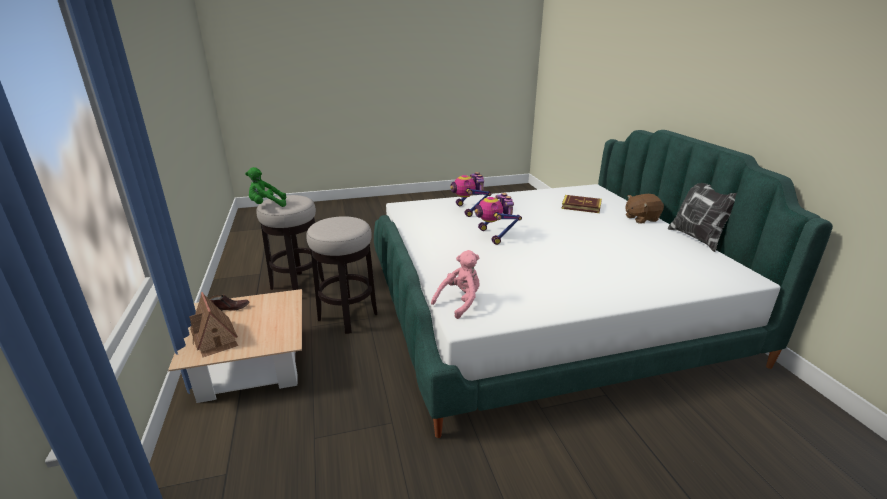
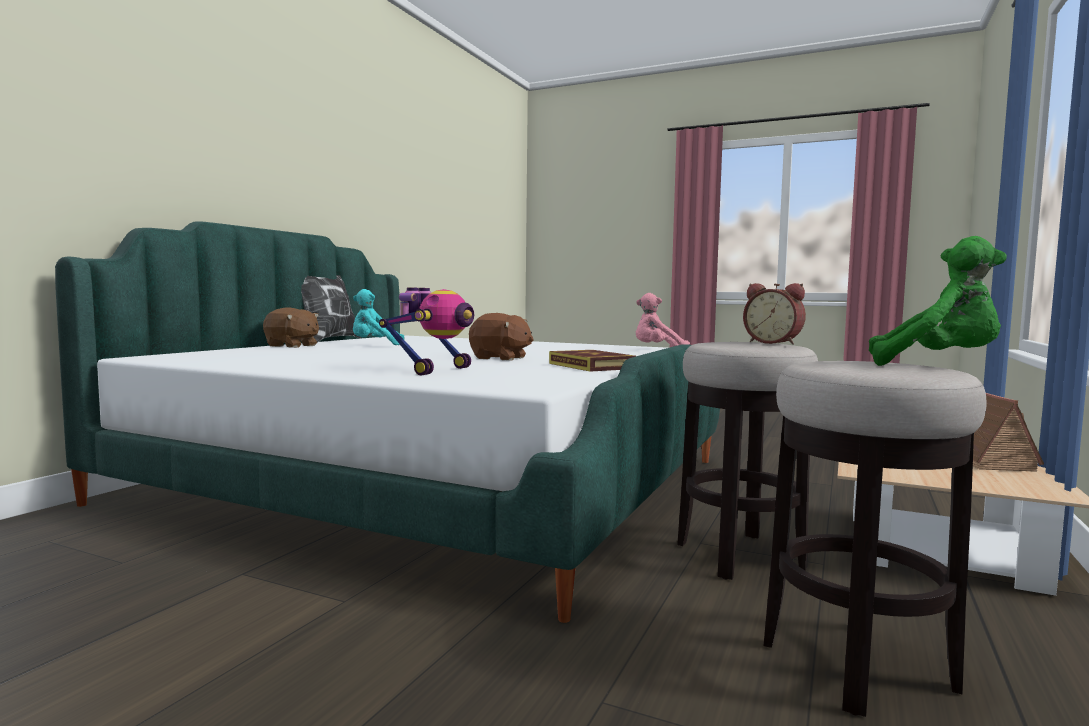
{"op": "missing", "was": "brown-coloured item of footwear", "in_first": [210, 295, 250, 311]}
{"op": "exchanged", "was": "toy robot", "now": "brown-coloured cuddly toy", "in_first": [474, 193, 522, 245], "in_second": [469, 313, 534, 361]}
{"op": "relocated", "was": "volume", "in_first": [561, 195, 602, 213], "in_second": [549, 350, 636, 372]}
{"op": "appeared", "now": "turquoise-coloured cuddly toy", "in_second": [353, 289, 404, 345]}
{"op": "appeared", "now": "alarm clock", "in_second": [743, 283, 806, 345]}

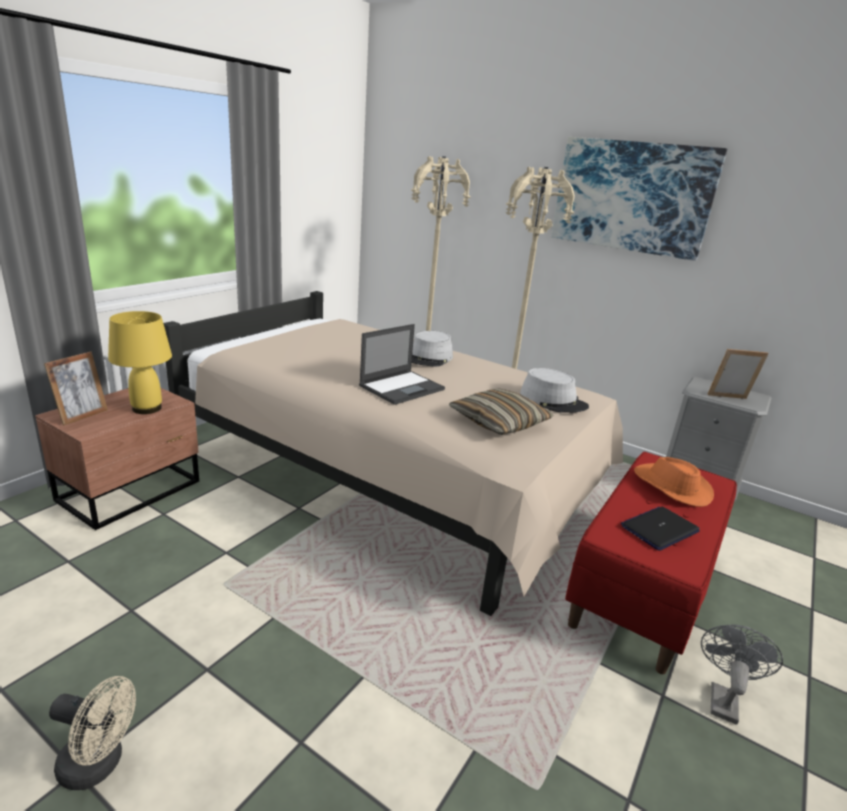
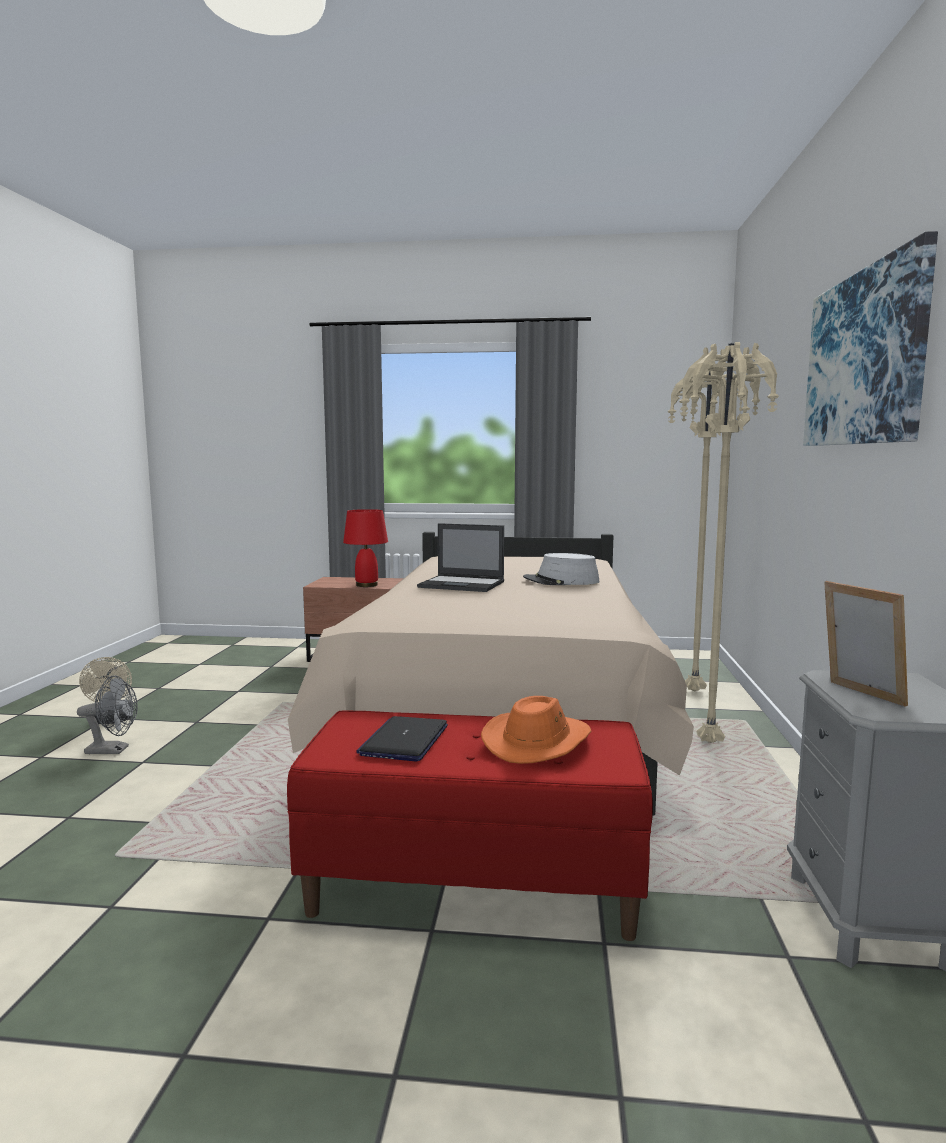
{"op": "missing", "was": "photo frame", "in_first": [44, 352, 108, 425]}
{"op": "colour", "was": "yellow-coloured tabletop lamp", "now": "red tabletop lamp", "in_first": [108, 311, 172, 414], "in_second": [343, 509, 388, 587]}
{"op": "missing", "was": "pillow", "in_first": [449, 389, 554, 435]}
{"op": "missing", "was": "gray hat", "in_first": [520, 368, 589, 413]}
{"op": "spun", "was": "notebook computer", "in_first": [621, 507, 700, 551], "in_second": [356, 716, 448, 762], "clockwise": -105}
{"op": "relocated", "was": "gray fan", "in_first": [701, 624, 783, 725], "in_second": [77, 675, 138, 754]}

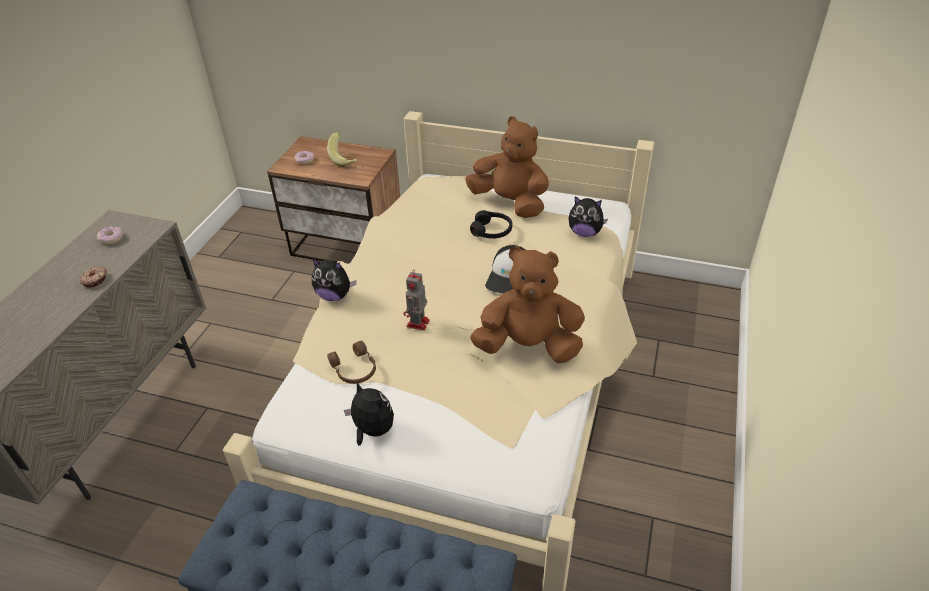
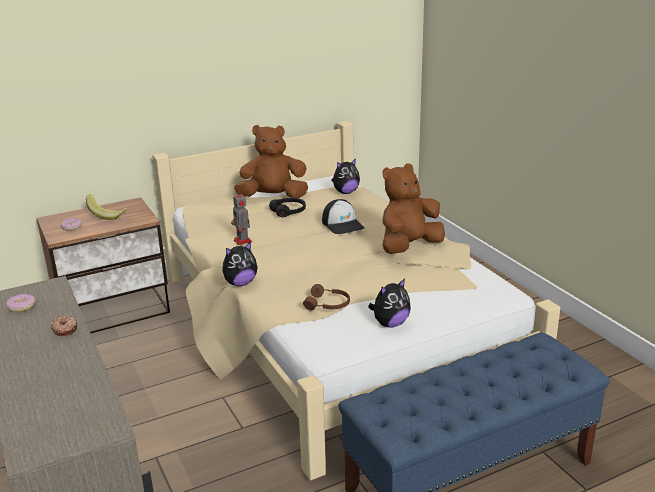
{"op": "spun", "was": "cuddly toy", "in_first": [344, 381, 394, 446], "in_second": [368, 278, 411, 328], "clockwise": 150}
{"op": "relocated", "was": "toy robot", "in_first": [403, 269, 430, 331], "in_second": [231, 190, 252, 245]}

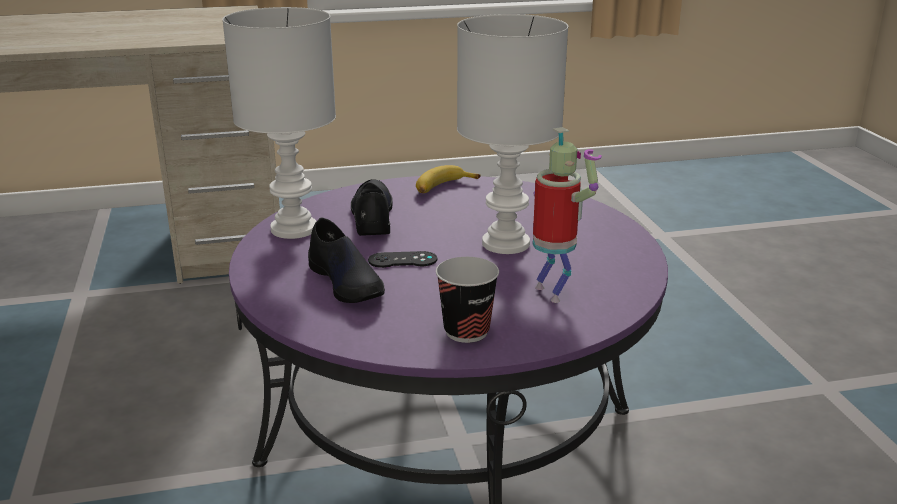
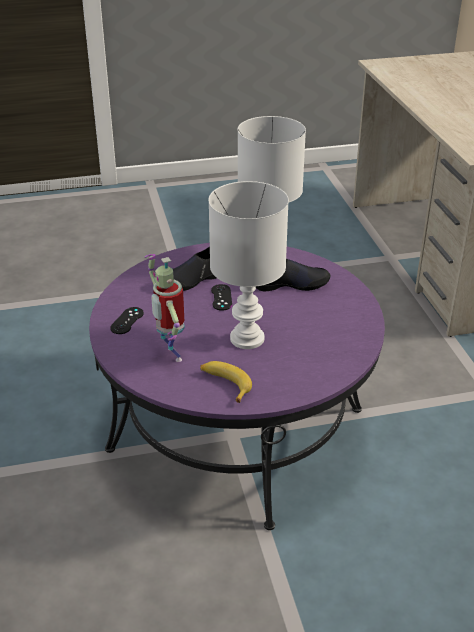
{"op": "relocated", "was": "banana", "in_first": [416, 165, 480, 193], "in_second": [200, 361, 252, 403]}
{"op": "exchanged", "was": "cup", "now": "blackish joypad", "in_first": [436, 257, 499, 343], "in_second": [110, 307, 144, 334]}
{"op": "spun", "was": "toy robot", "in_first": [532, 127, 602, 303], "in_second": [144, 254, 185, 362], "clockwise": 90}

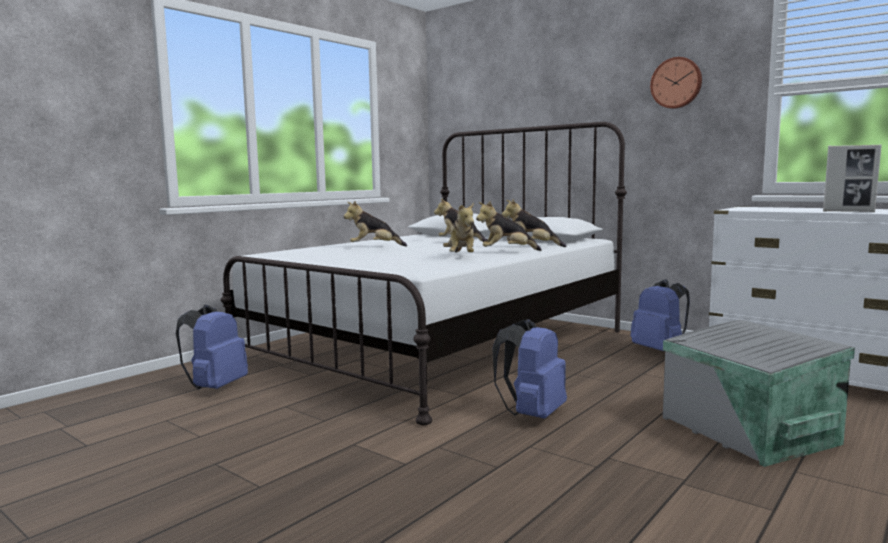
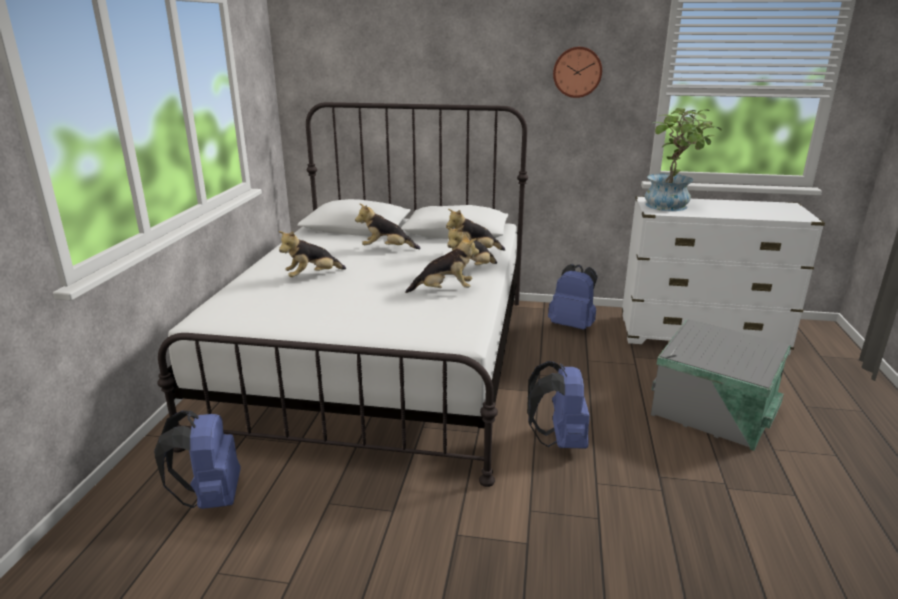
{"op": "spun", "was": "cuddly toy", "in_first": [443, 203, 474, 253], "in_second": [405, 233, 479, 293], "clockwise": -60}
{"op": "missing", "was": "photo frame", "in_first": [823, 144, 882, 212]}
{"op": "appeared", "now": "potted plant", "in_second": [645, 108, 722, 211]}

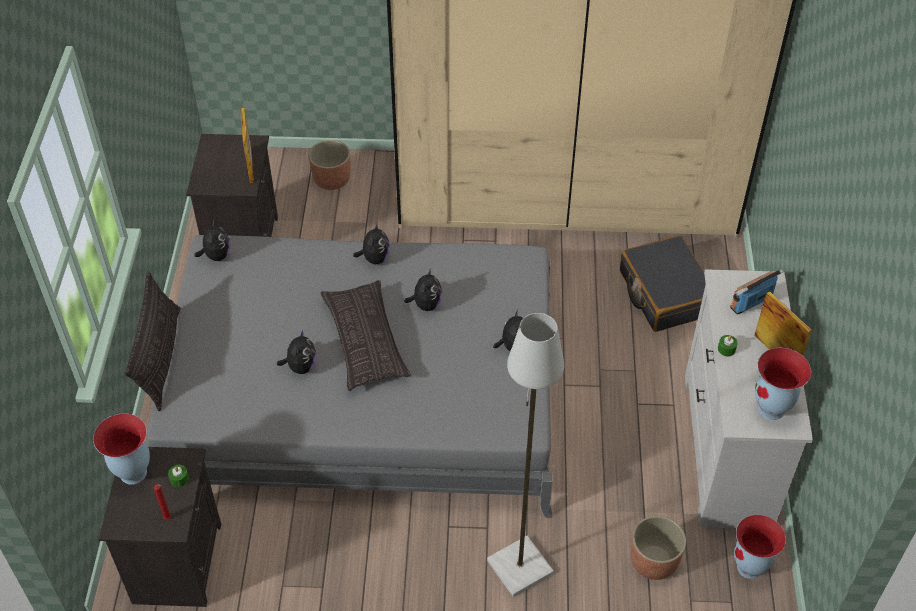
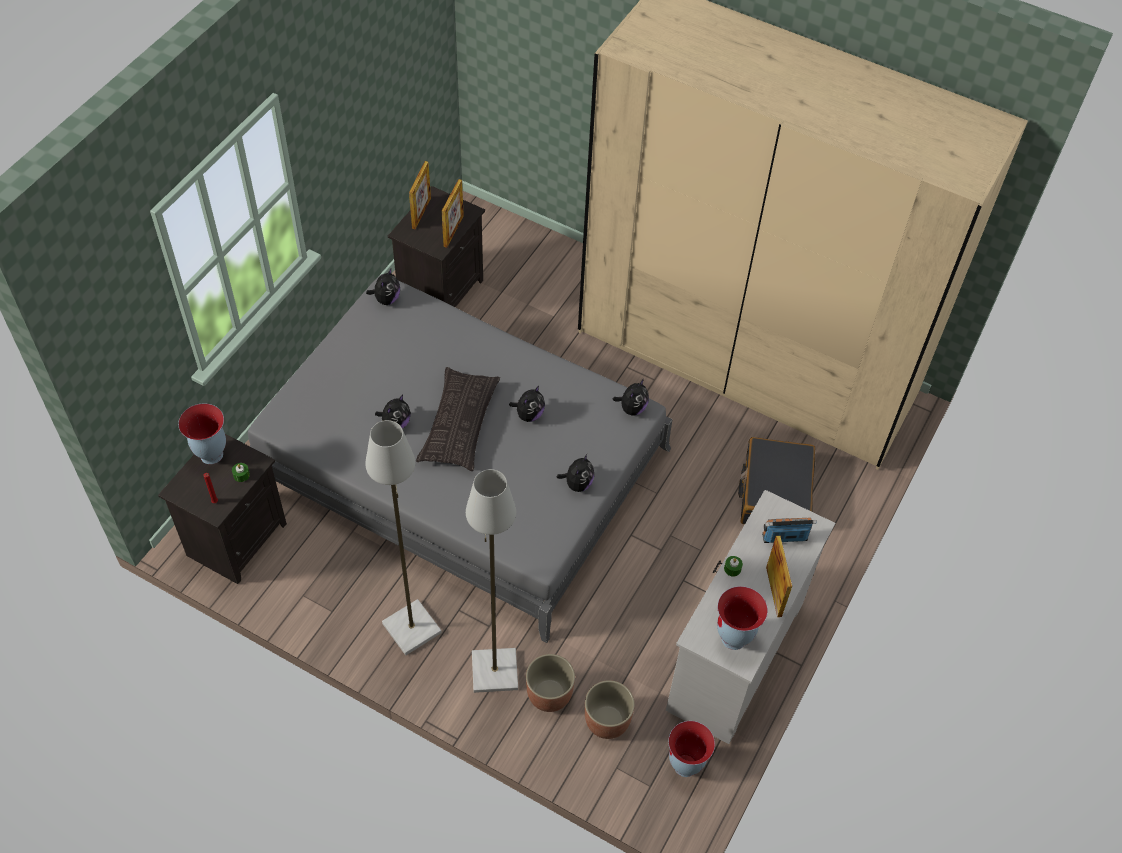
{"op": "missing", "was": "pillow", "in_first": [125, 271, 181, 411]}
{"op": "relocated", "was": "flower pot", "in_first": [308, 140, 351, 190], "in_second": [526, 654, 575, 712]}
{"op": "relocated", "was": "cuddly toy", "in_first": [353, 222, 390, 264], "in_second": [613, 379, 649, 416]}
{"op": "appeared", "now": "gray standing lamp", "in_second": [365, 420, 442, 655]}
{"op": "appeared", "now": "photo frame", "in_second": [409, 161, 431, 230]}

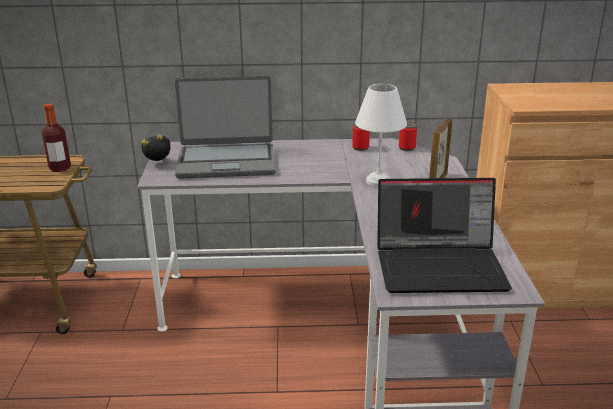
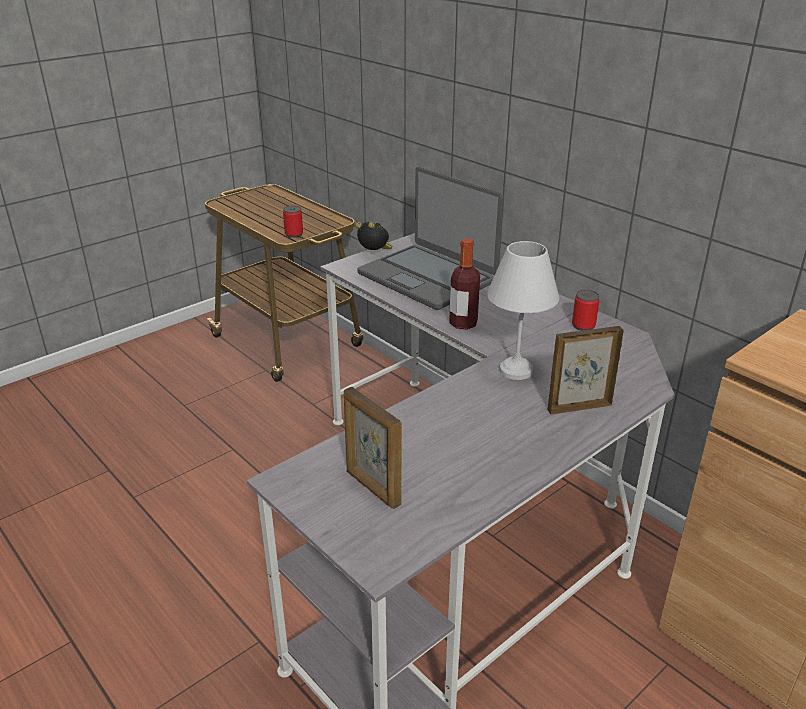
{"op": "relocated", "was": "bottle", "in_first": [42, 104, 71, 172], "in_second": [449, 238, 480, 329]}
{"op": "exchanged", "was": "notebook computer", "now": "photo frame", "in_first": [377, 178, 512, 293], "in_second": [344, 387, 402, 509]}
{"op": "relocated", "was": "metal can", "in_first": [399, 122, 417, 151], "in_second": [283, 206, 303, 238]}

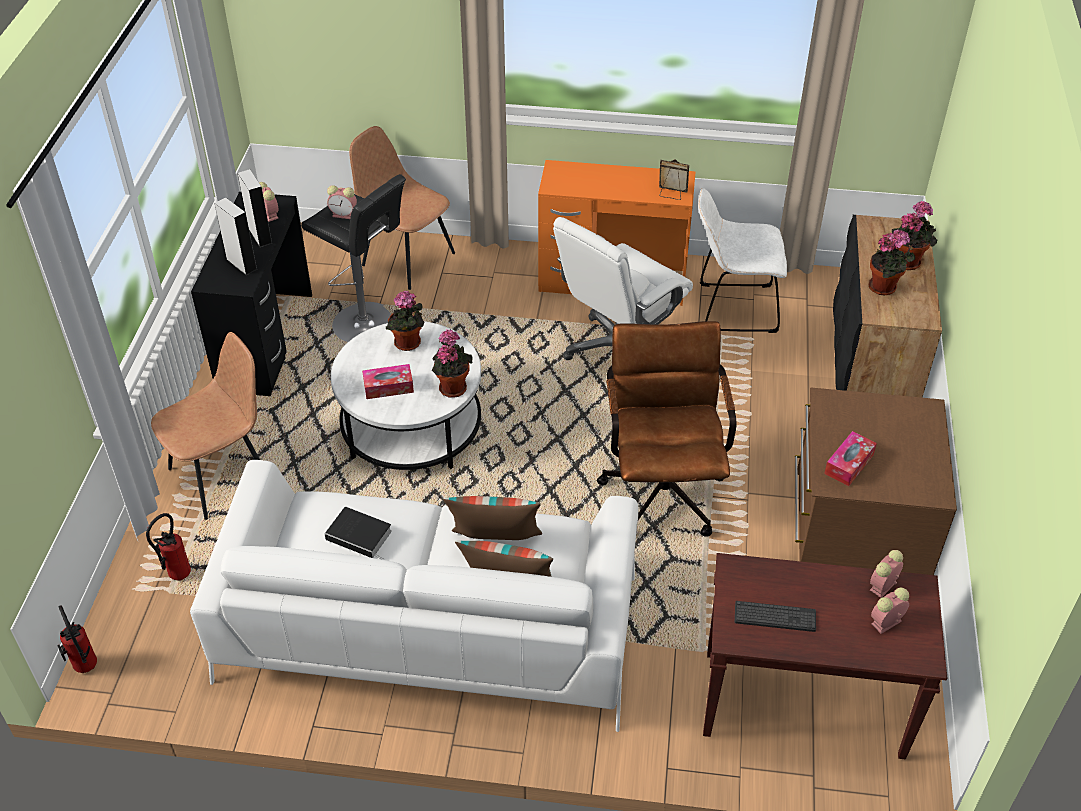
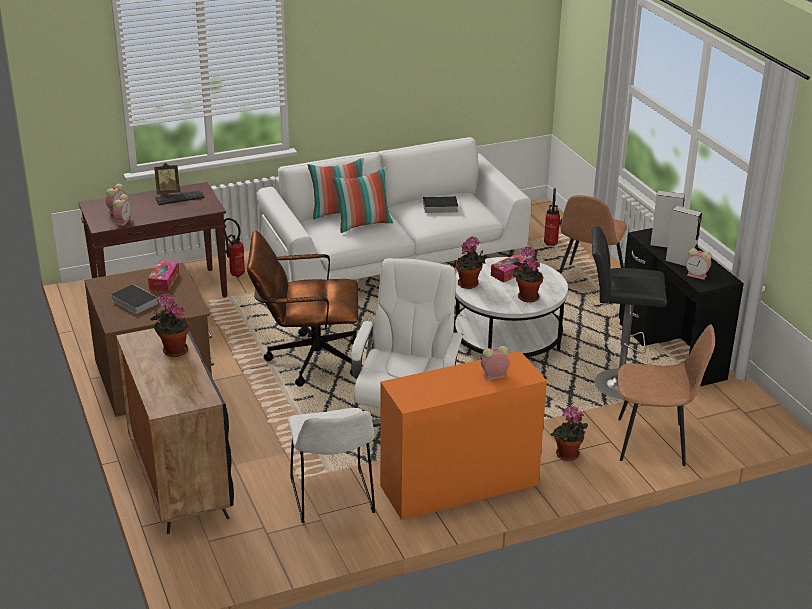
{"op": "relocated", "was": "fire-fighting cylinder", "in_first": [57, 605, 97, 673], "in_second": [224, 218, 245, 277]}
{"op": "relocated", "was": "alarm clock", "in_first": [327, 185, 357, 219], "in_second": [481, 346, 509, 380]}
{"op": "spun", "was": "brown-coloured computer chair", "in_first": [596, 321, 737, 537], "in_second": [247, 230, 358, 387], "clockwise": 120}
{"op": "relocated", "was": "photo frame", "in_first": [659, 159, 689, 200], "in_second": [154, 163, 180, 194]}
{"op": "spun", "was": "white-coloured chair", "in_first": [698, 188, 787, 333], "in_second": [287, 408, 375, 523], "clockwise": 105}
{"op": "relocated", "was": "potted plant", "in_first": [892, 201, 938, 270], "in_second": [550, 406, 588, 461]}
{"op": "appeared", "now": "volume", "in_second": [111, 284, 159, 314]}

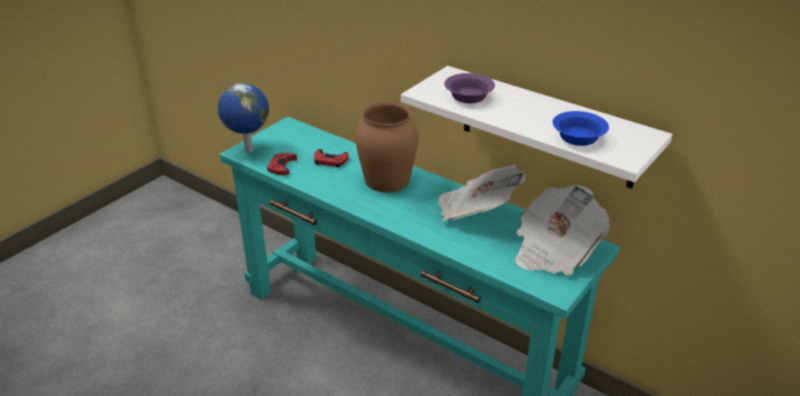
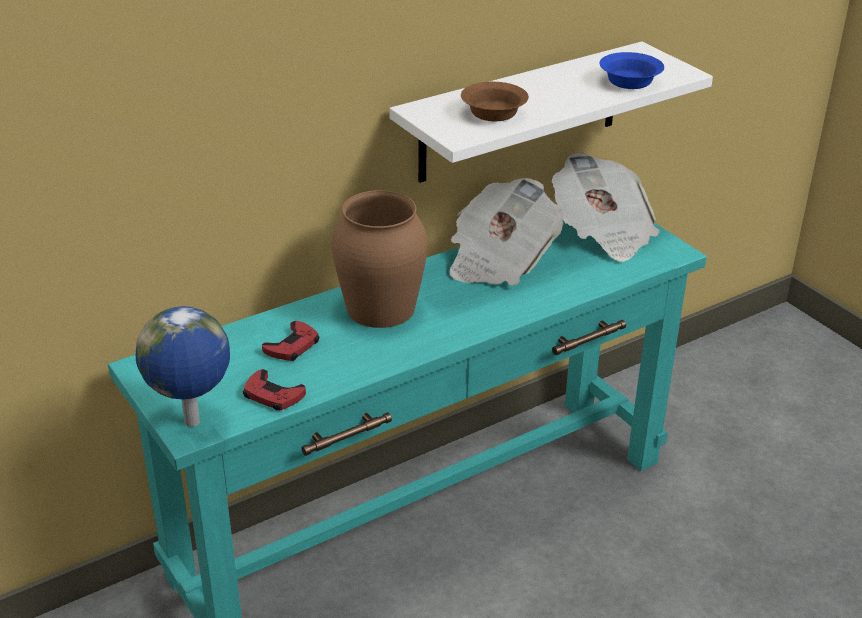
{"op": "colour", "was": "purplish bowl", "now": "brown-coloured bowl", "in_first": [444, 73, 495, 103], "in_second": [461, 82, 529, 121]}

